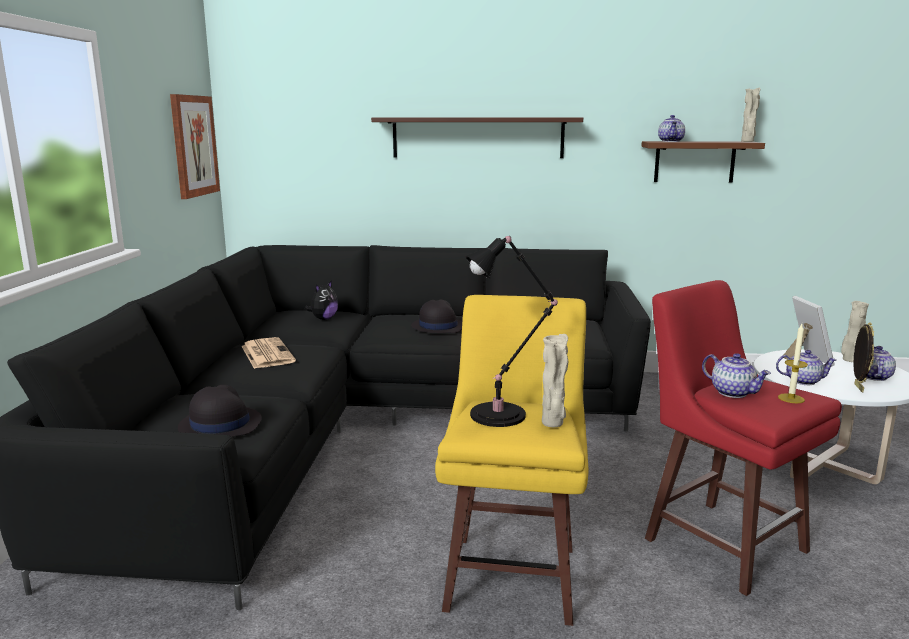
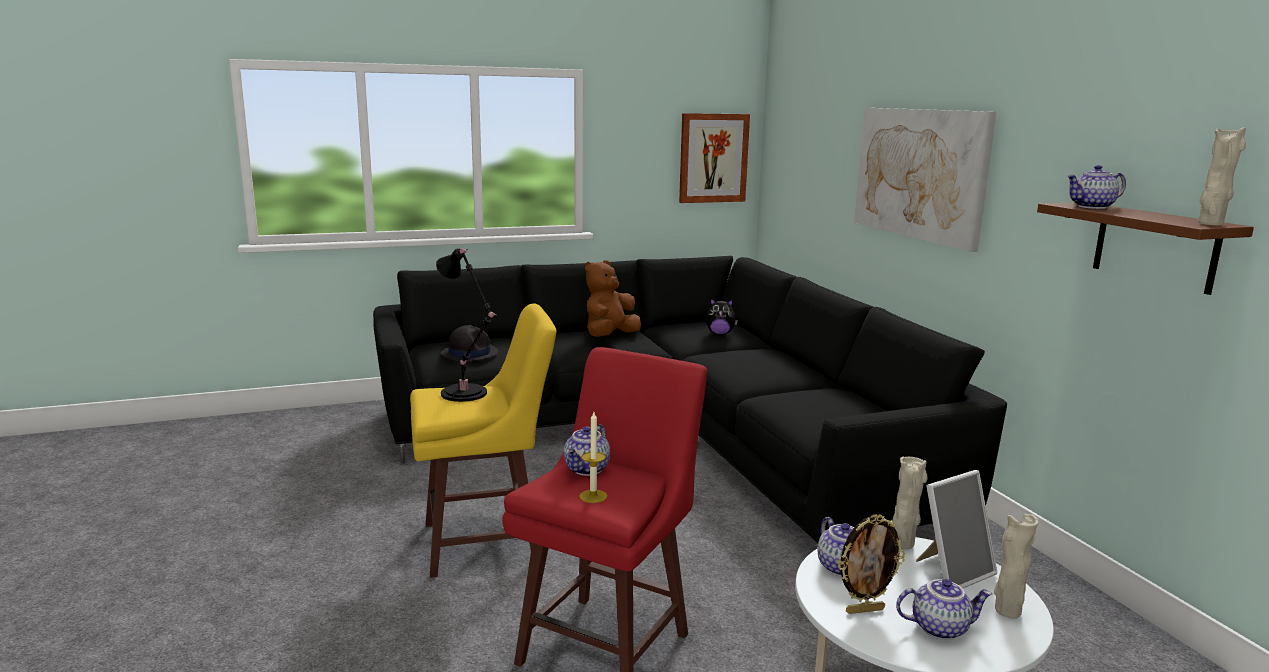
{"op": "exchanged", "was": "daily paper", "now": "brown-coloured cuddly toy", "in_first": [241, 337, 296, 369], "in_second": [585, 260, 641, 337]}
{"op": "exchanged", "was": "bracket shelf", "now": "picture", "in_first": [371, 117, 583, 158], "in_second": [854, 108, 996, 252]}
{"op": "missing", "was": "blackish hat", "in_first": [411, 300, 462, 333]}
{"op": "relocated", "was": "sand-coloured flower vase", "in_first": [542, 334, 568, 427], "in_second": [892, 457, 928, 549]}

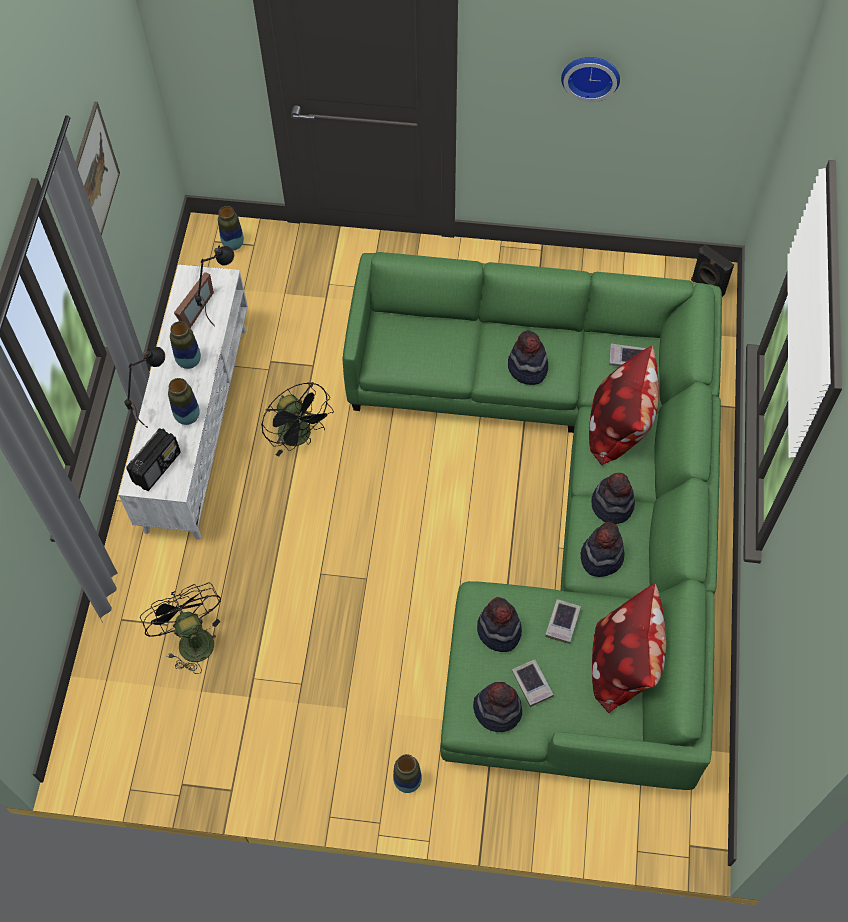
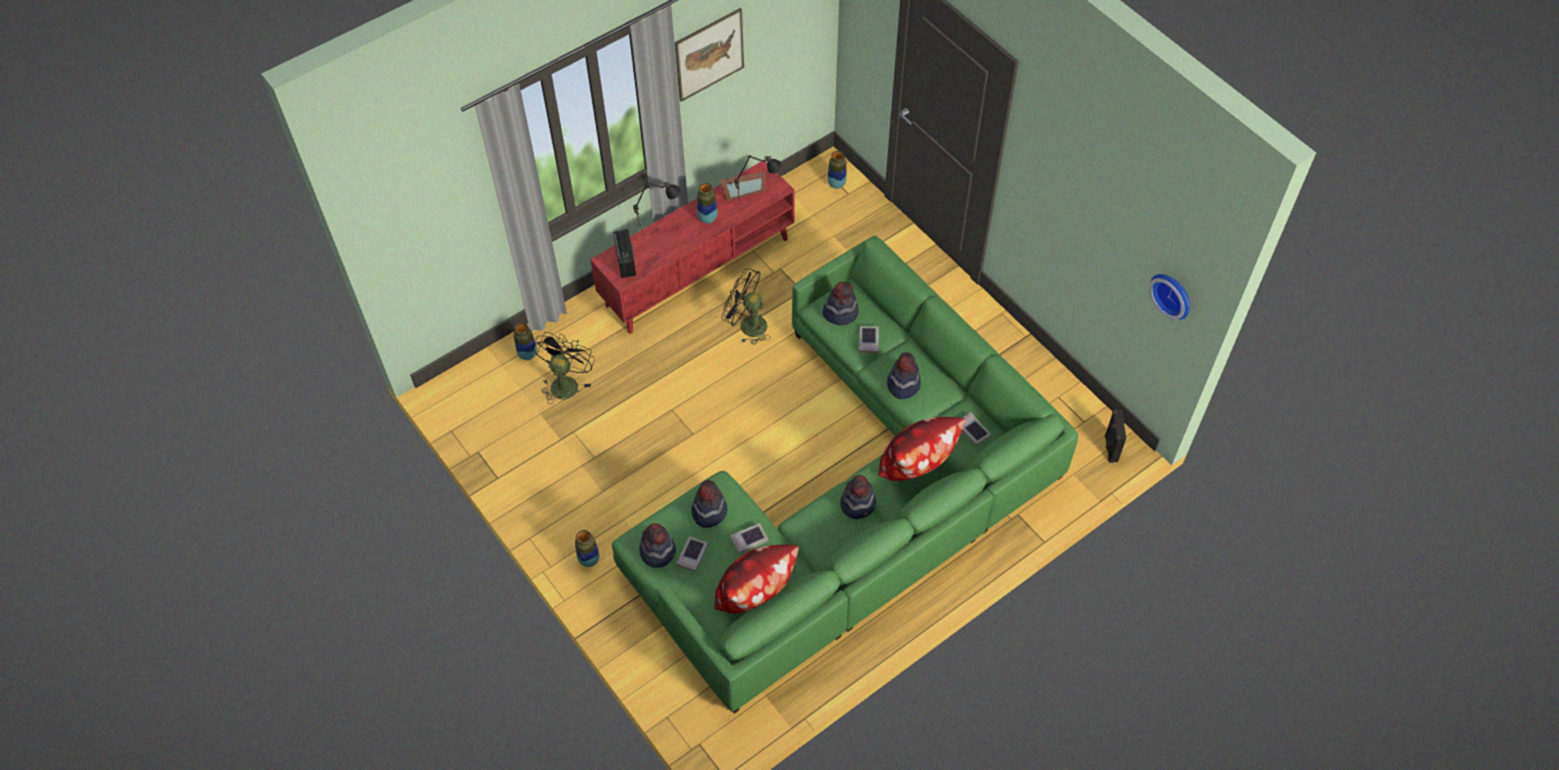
{"op": "colour", "was": "white-coloured tv unit", "now": "red tv unit", "in_first": [119, 264, 248, 539], "in_second": [590, 161, 795, 334]}
{"op": "spun", "was": "radio", "in_first": [126, 428, 181, 491], "in_second": [613, 229, 636, 278], "clockwise": -90}
{"op": "relocated", "was": "flower vase", "in_first": [168, 378, 200, 425], "in_second": [514, 323, 537, 360]}
{"op": "spun", "was": "blackish fan", "in_first": [261, 382, 334, 457], "in_second": [722, 268, 771, 345], "clockwise": 105}
{"op": "relocated", "was": "clock on the wall", "in_first": [561, 57, 620, 102], "in_second": [1149, 274, 1190, 320]}
{"op": "relocated", "was": "hat", "in_first": [581, 522, 625, 577], "in_second": [822, 282, 859, 325]}
{"op": "appeared", "now": "volume", "in_second": [859, 326, 879, 353]}

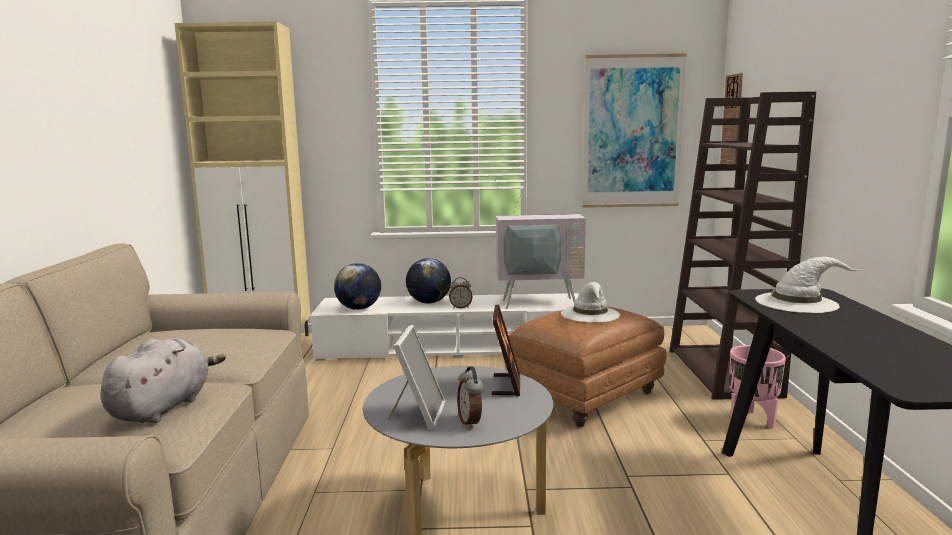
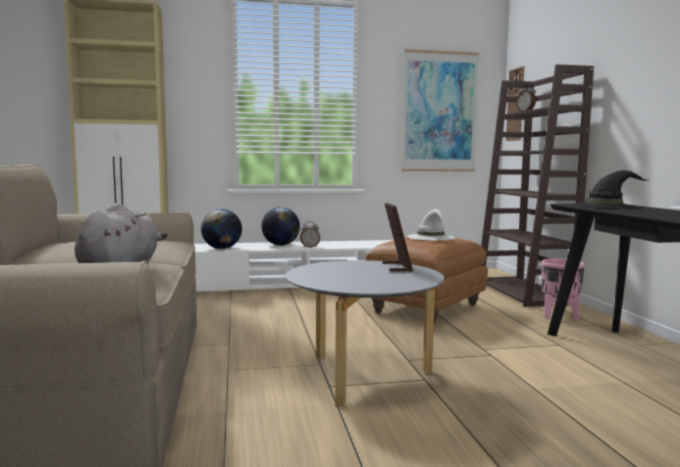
{"op": "missing", "was": "photo frame", "in_first": [388, 325, 445, 430]}
{"op": "relocated", "was": "alarm clock", "in_first": [457, 366, 484, 429], "in_second": [517, 84, 536, 112]}
{"op": "missing", "was": "TV set", "in_first": [495, 180, 586, 309]}
{"op": "colour", "was": "white-coloured hat", "now": "blackish hat", "in_first": [755, 257, 861, 313], "in_second": [573, 170, 650, 209]}

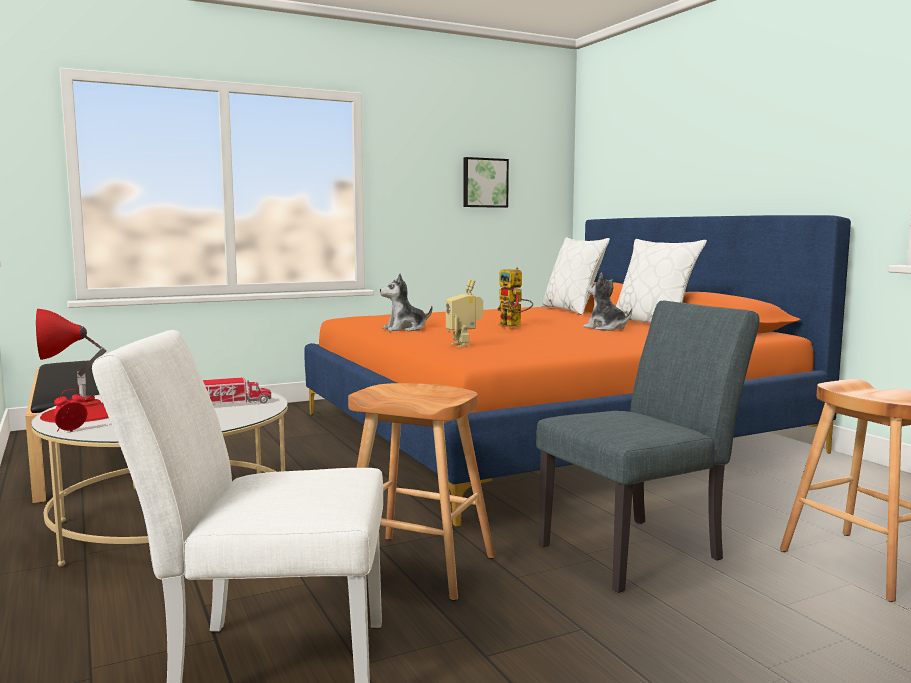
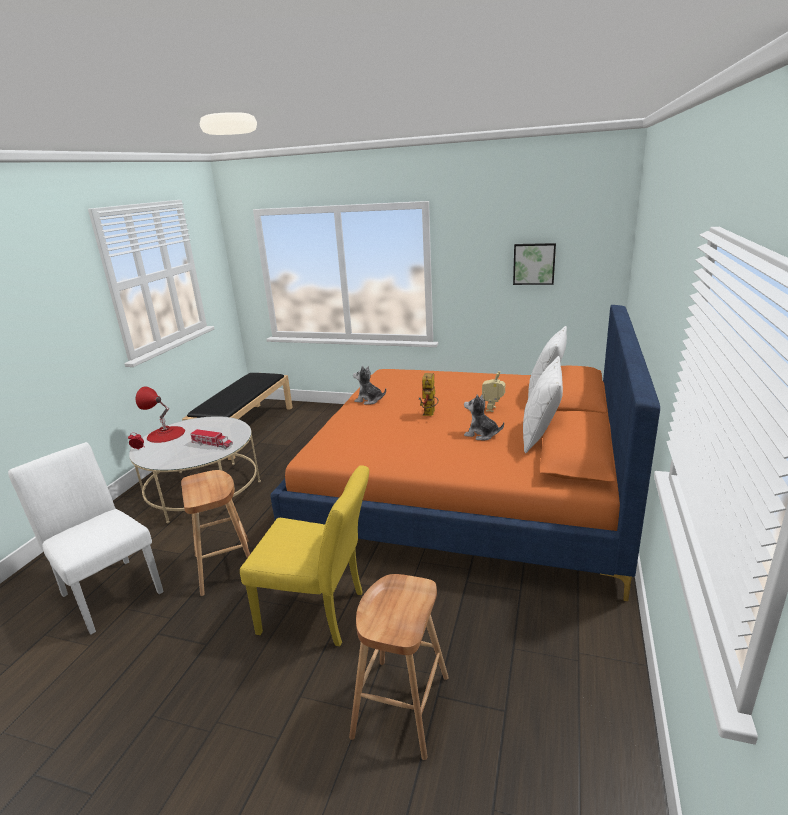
{"op": "relocated", "was": "toy robot", "in_first": [446, 279, 483, 347], "in_second": [482, 371, 505, 412]}
{"op": "colour", "was": "gray chair", "now": "yellow-coloured chair", "in_first": [536, 301, 760, 593], "in_second": [240, 465, 369, 646]}
{"op": "spun", "was": "cuddly toy", "in_first": [583, 273, 632, 331], "in_second": [464, 394, 504, 440], "clockwise": -60}

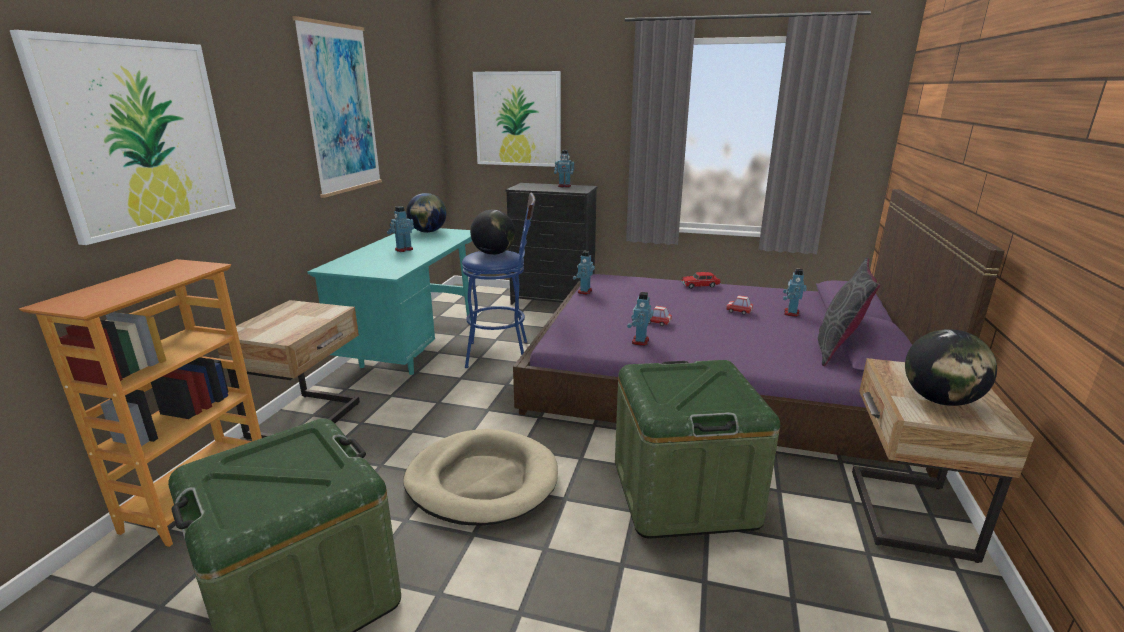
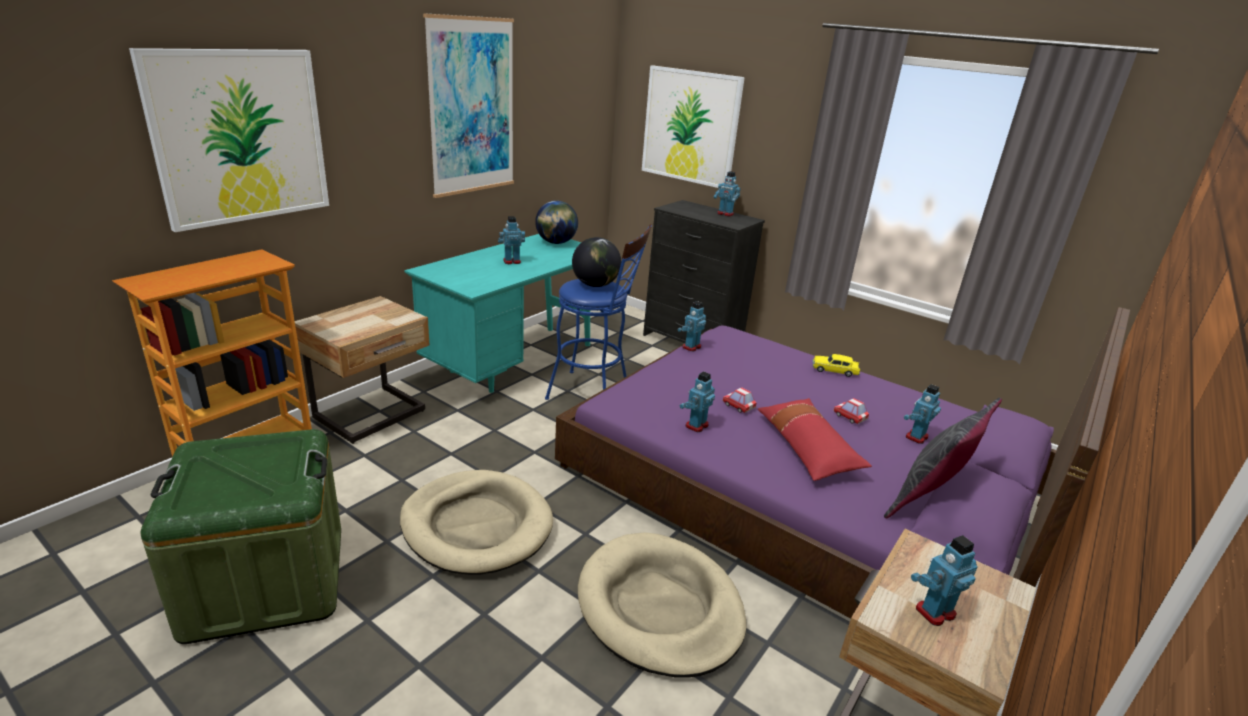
{"op": "exchanged", "was": "greenish storage bin", "now": "sand-coloured dog cushion", "in_first": [615, 360, 780, 539], "in_second": [578, 532, 746, 678]}
{"op": "colour", "was": "red toy car", "now": "yellow-coloured toy car", "in_first": [681, 272, 721, 289], "in_second": [813, 354, 860, 377]}
{"op": "exchanged", "was": "globe", "now": "toy robot", "in_first": [905, 329, 997, 406], "in_second": [911, 535, 977, 626]}
{"op": "appeared", "now": "red pillow", "in_second": [758, 398, 872, 481]}

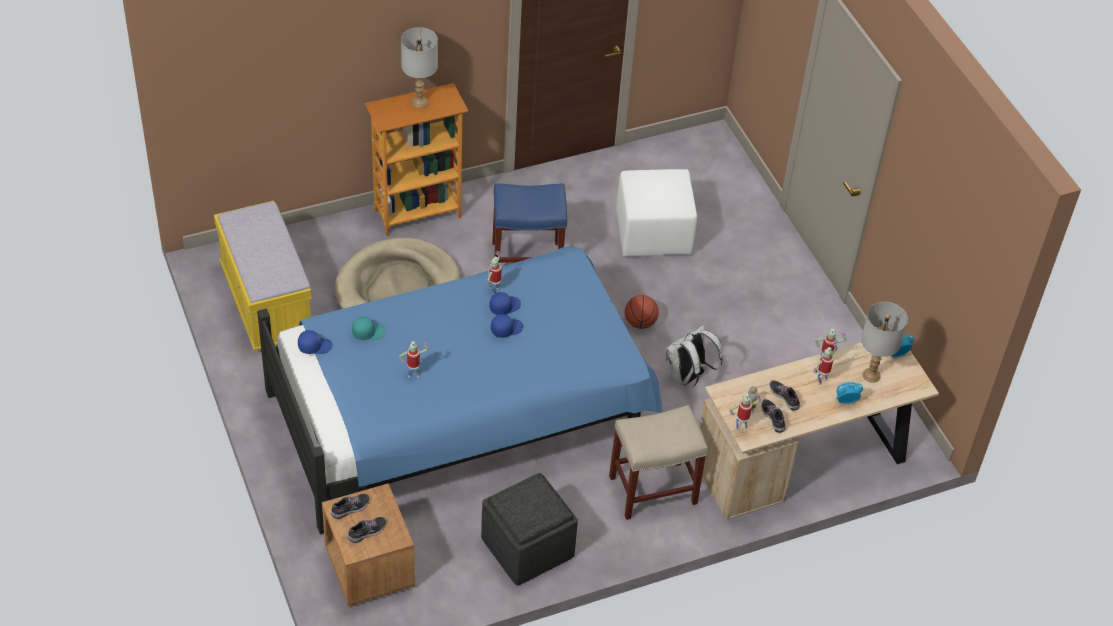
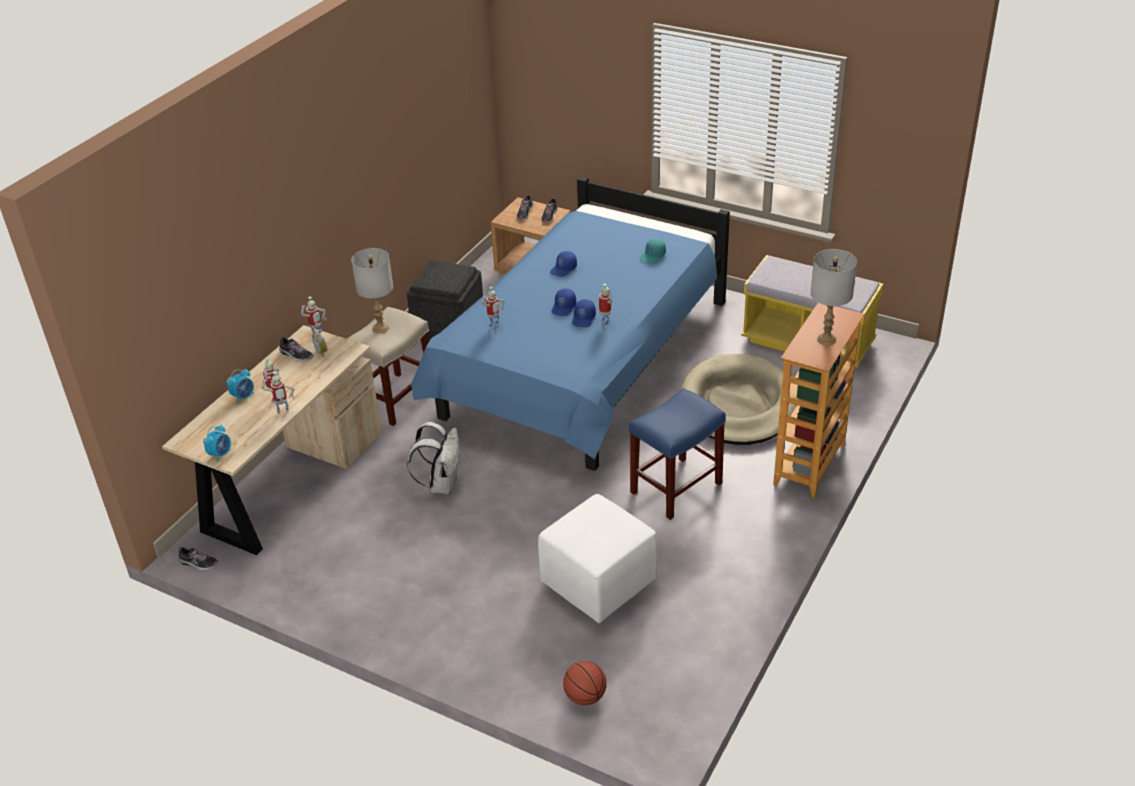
{"op": "relocated", "was": "blue-coloured baseball cap", "in_first": [298, 330, 332, 354], "in_second": [550, 251, 577, 277]}
{"op": "relocated", "was": "toy robot", "in_first": [399, 341, 429, 378], "in_second": [482, 287, 505, 329]}
{"op": "relocated", "was": "basketball ball", "in_first": [625, 295, 659, 329], "in_second": [563, 661, 607, 705]}
{"op": "relocated", "was": "item of footwear", "in_first": [769, 380, 800, 411], "in_second": [179, 546, 218, 570]}
{"op": "relocated", "was": "gray tabletop lamp", "in_first": [861, 302, 908, 383], "in_second": [351, 248, 393, 333]}

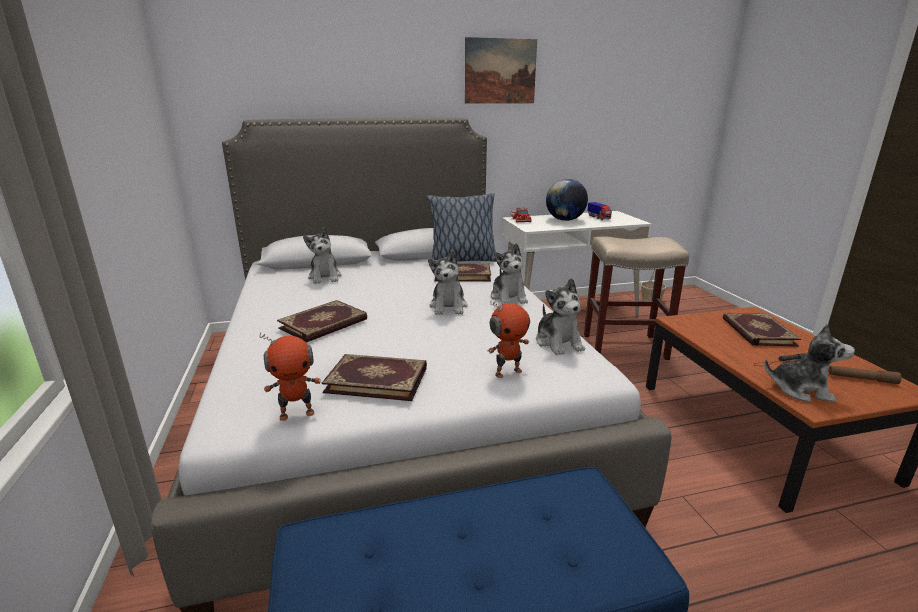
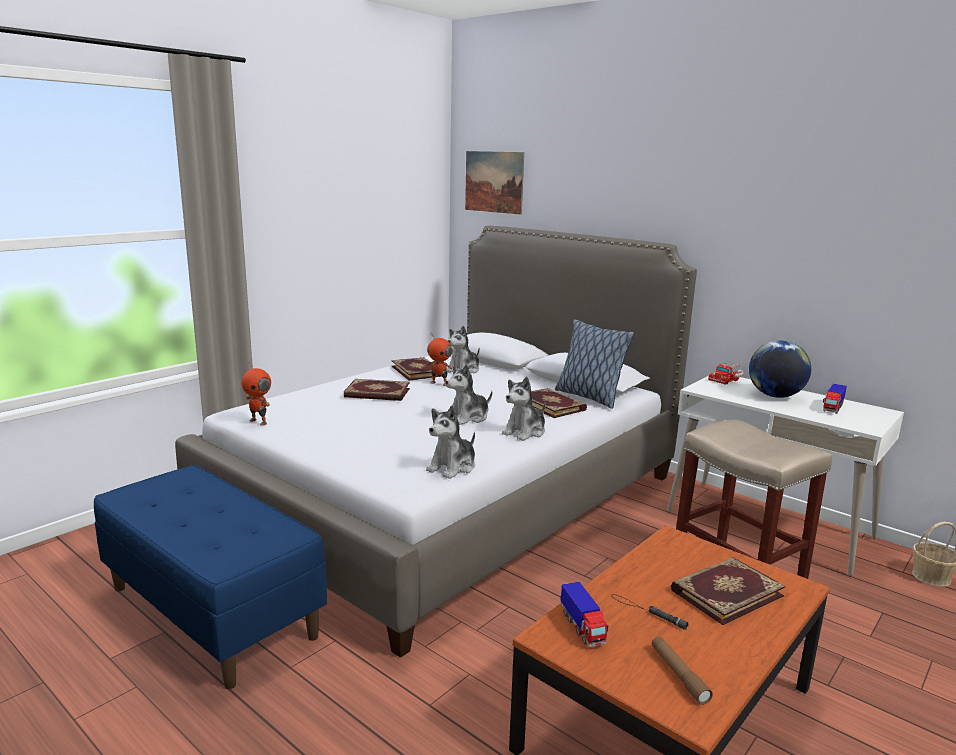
{"op": "relocated", "was": "volume", "in_first": [322, 354, 427, 401], "in_second": [391, 357, 442, 381]}
{"op": "relocated", "was": "picture", "in_first": [465, 37, 537, 104], "in_second": [465, 151, 524, 215]}
{"op": "relocated", "was": "toy robot", "in_first": [488, 300, 530, 378], "in_second": [427, 333, 453, 386]}
{"op": "exchanged", "was": "cuddly toy", "now": "toy lorry", "in_first": [764, 324, 855, 402], "in_second": [561, 582, 609, 647]}

